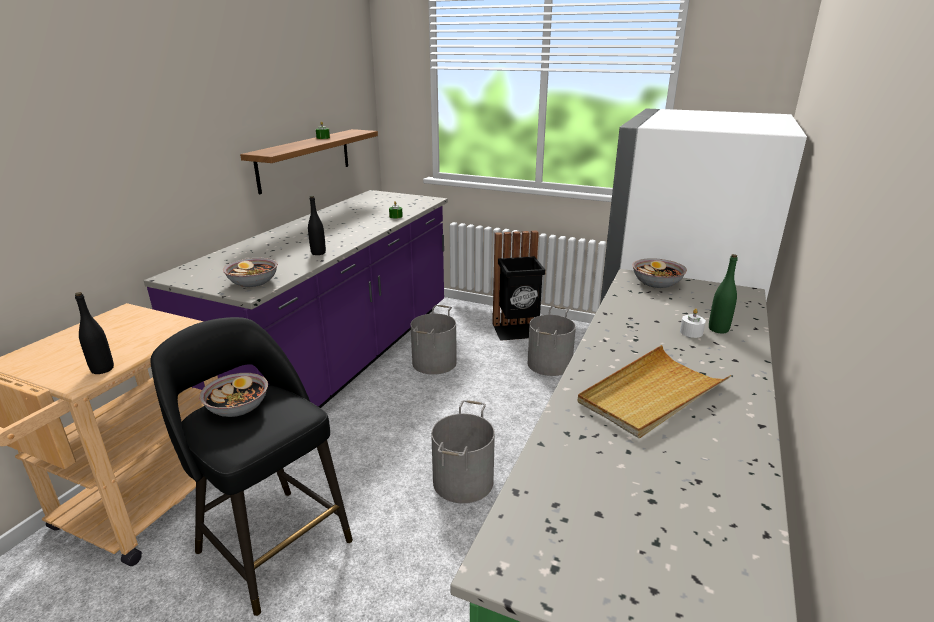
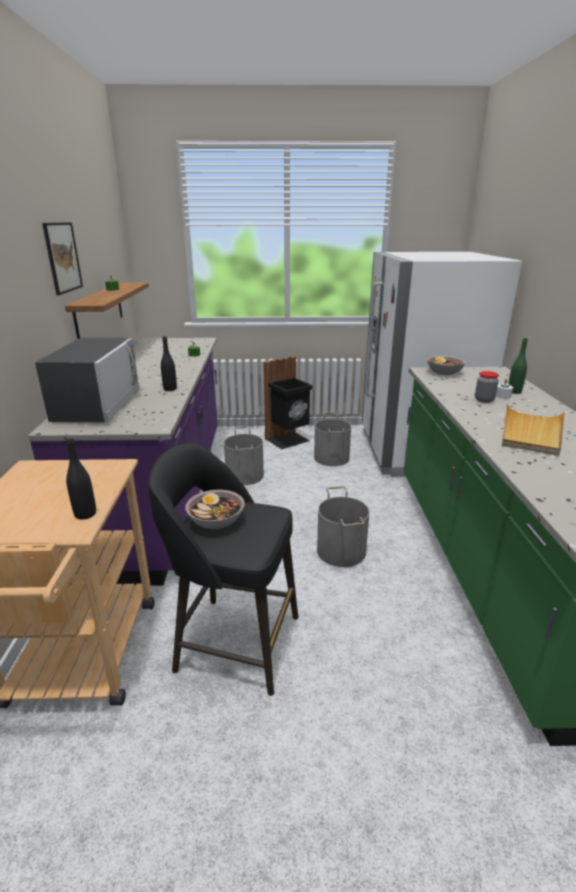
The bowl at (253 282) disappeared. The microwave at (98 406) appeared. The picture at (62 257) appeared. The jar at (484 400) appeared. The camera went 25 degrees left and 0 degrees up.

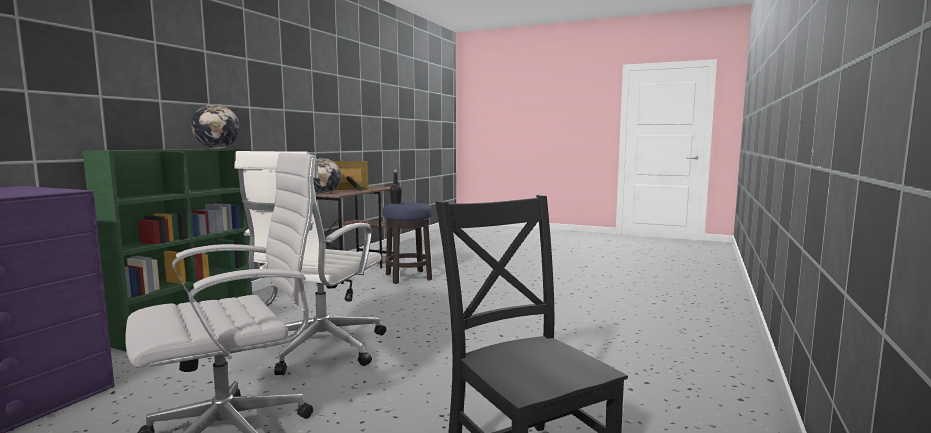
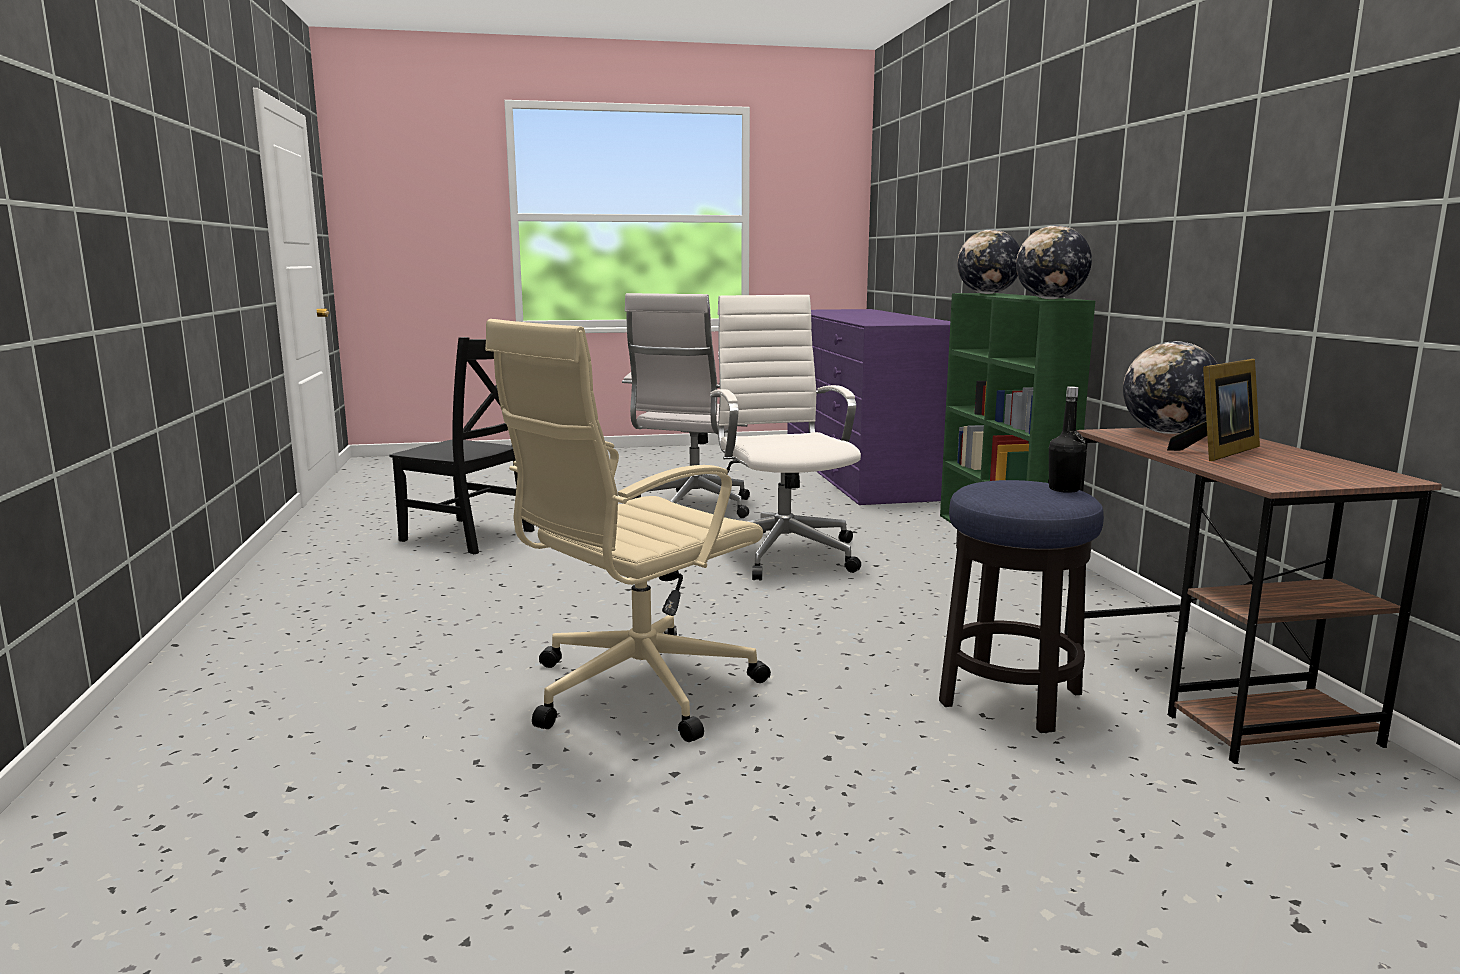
The beige office chair at (634 690) appeared. The globe at (987 293) appeared. The camera went 145 degrees right and 5 degrees up.

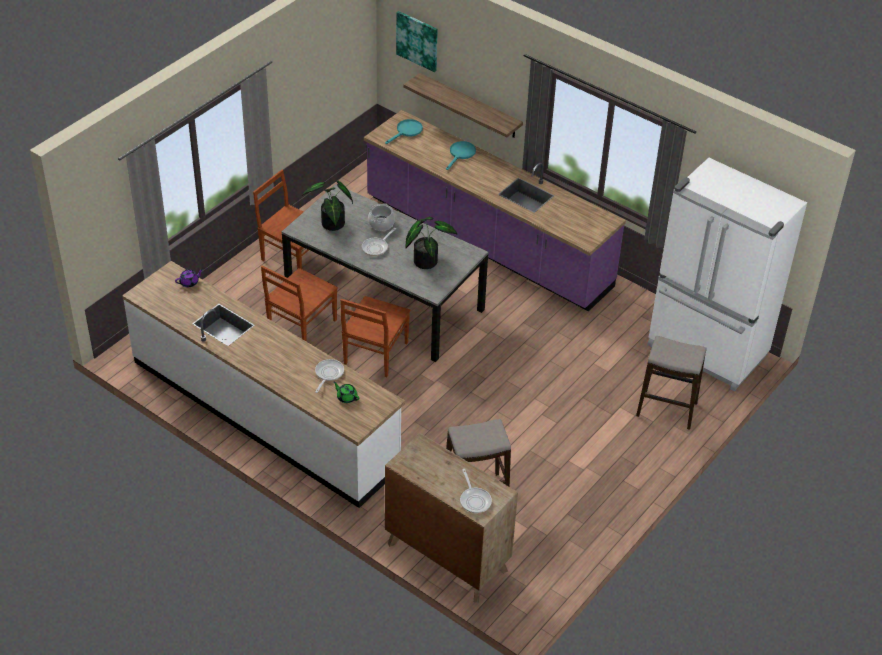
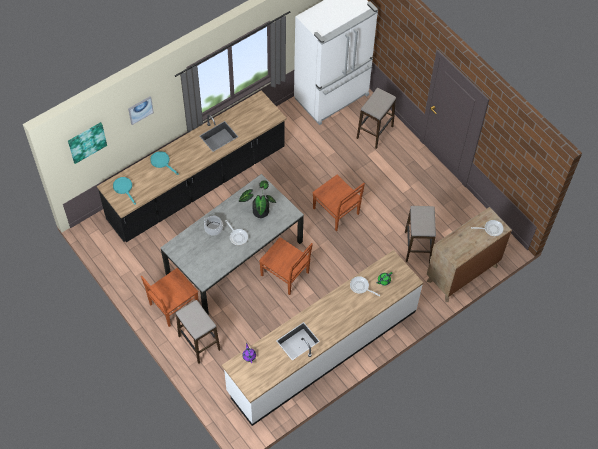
The potted plant at (331 225) disappeared. The shelf at (470 106) disappeared. The picture at (140 110) appeared. The stool at (199 343) appeared. The brown chair moved from (301 326) to (336 212). The purple counter at (487 243) became the black counter at (197 184). The camera went 75 degrees left and 15 degrees up.

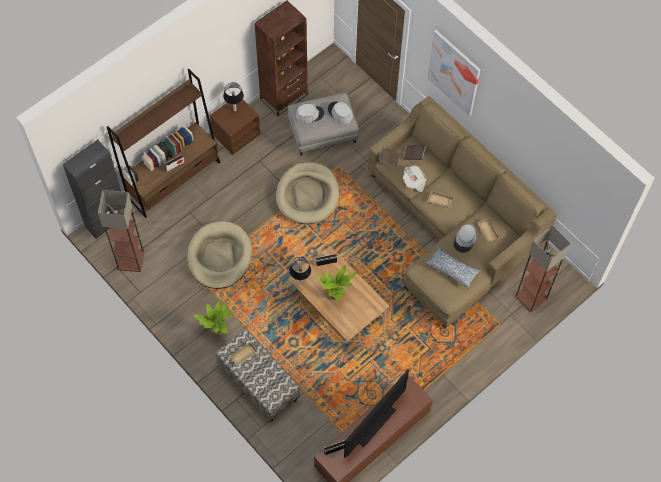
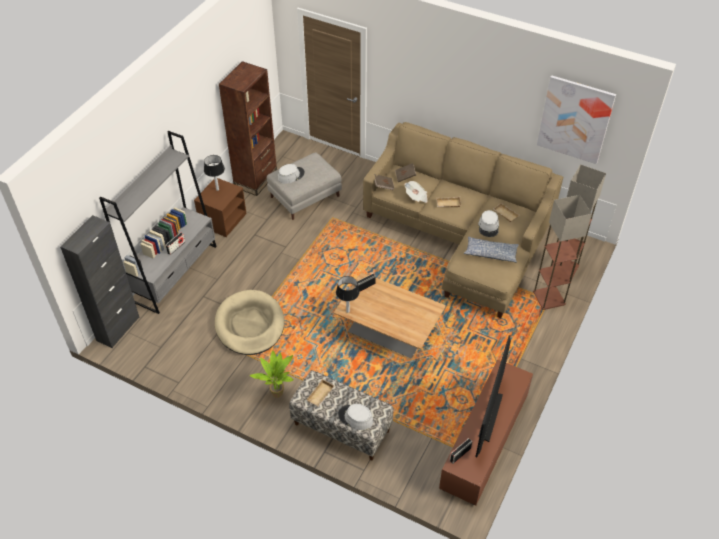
The beige dog bed at (307 195) disappeared. The potted plant at (336 297) disappeared. The floor lamp moved from (131 260) to (549 298). The grey hat moved from (340 113) to (355 418). The picture moved from (454 72) to (575 119). The brown bookcase at (174 179) became the grey bookcase at (175 273). The camera went 20 degrees left and 15 degrees down.

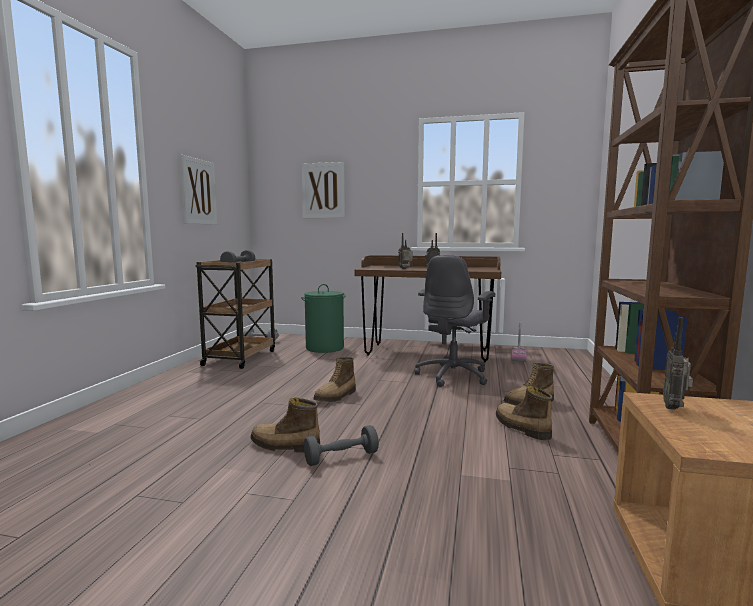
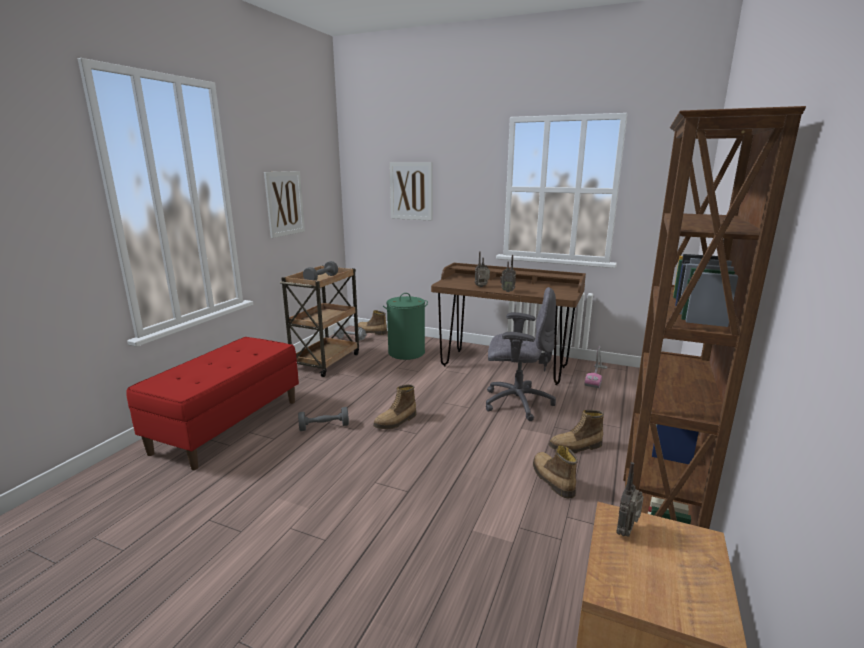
The red bench at (228 425) appeared. The boot moved from (284 446) to (371 332). The grey dumbbell moved from (341 457) to (324 427). The grey office chair at (453 376) turned 120 degrees counterclockwise. The camera went 10 degrees right and 10 degrees up.

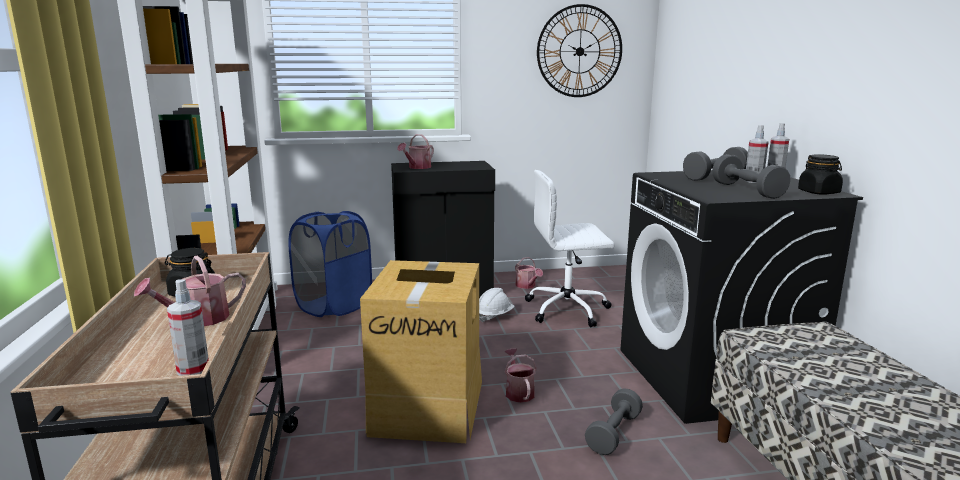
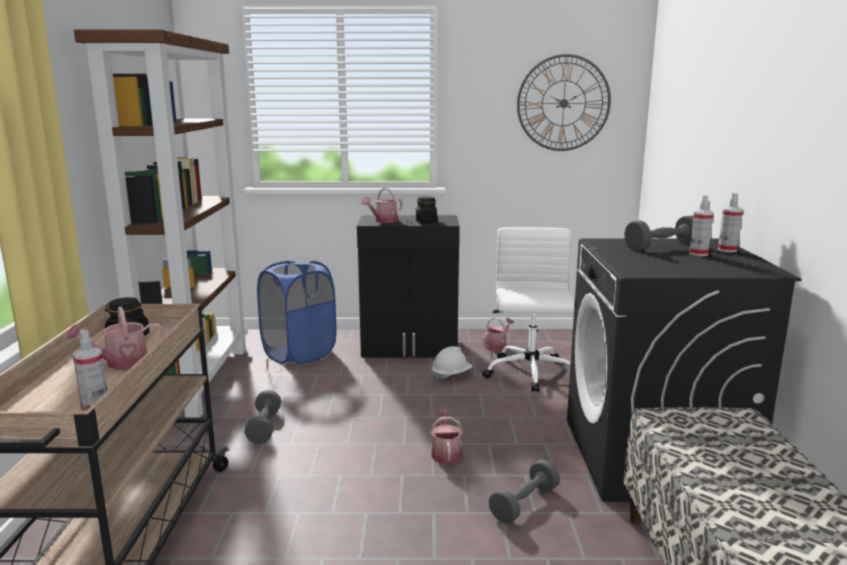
The cardboard box at (429 406) disappeared. The grey dumbbell moved from (747 190) to (264 427). The black jar moved from (819 192) to (426 221). The watering can at (527 286) turned 120 degrees counterclockwise. The white office chair at (568 309) turned 90 degrees clockwise. The camera went 10 degrees right and 0 degrees up.

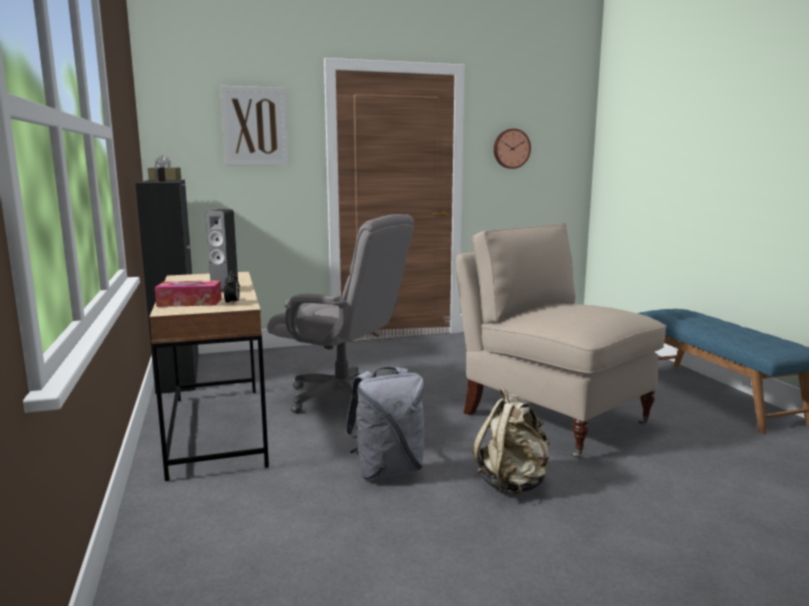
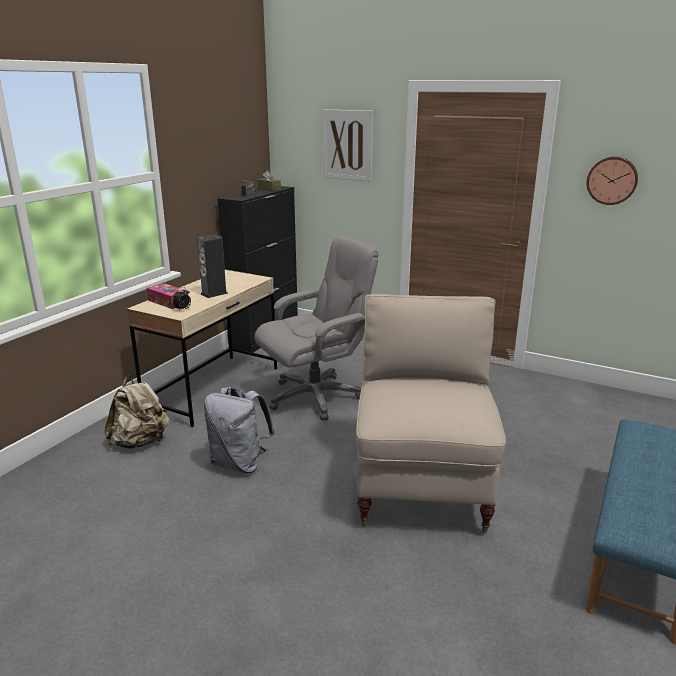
The beige backpack moved from (513 483) to (140 442). The grey office chair at (343 398) turned 105 degrees counterclockwise. The camera went 45 degrees right and 10 degrees up.

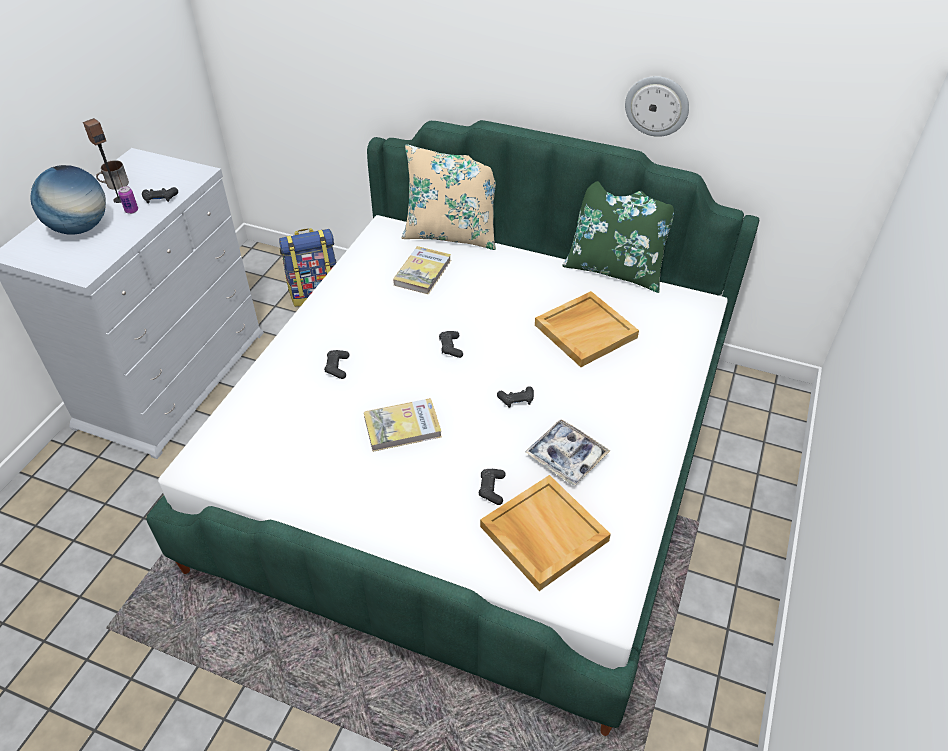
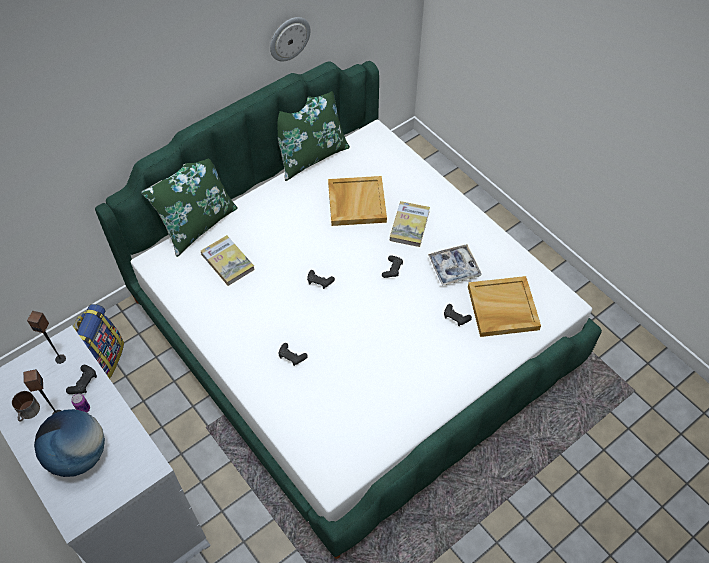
The speaker at (60 358) appeared. The book moved from (402 427) to (409 225). The beige pillow at (451 234) became the green pillow at (198 224). The camera went 60 degrees left and 10 degrees up.

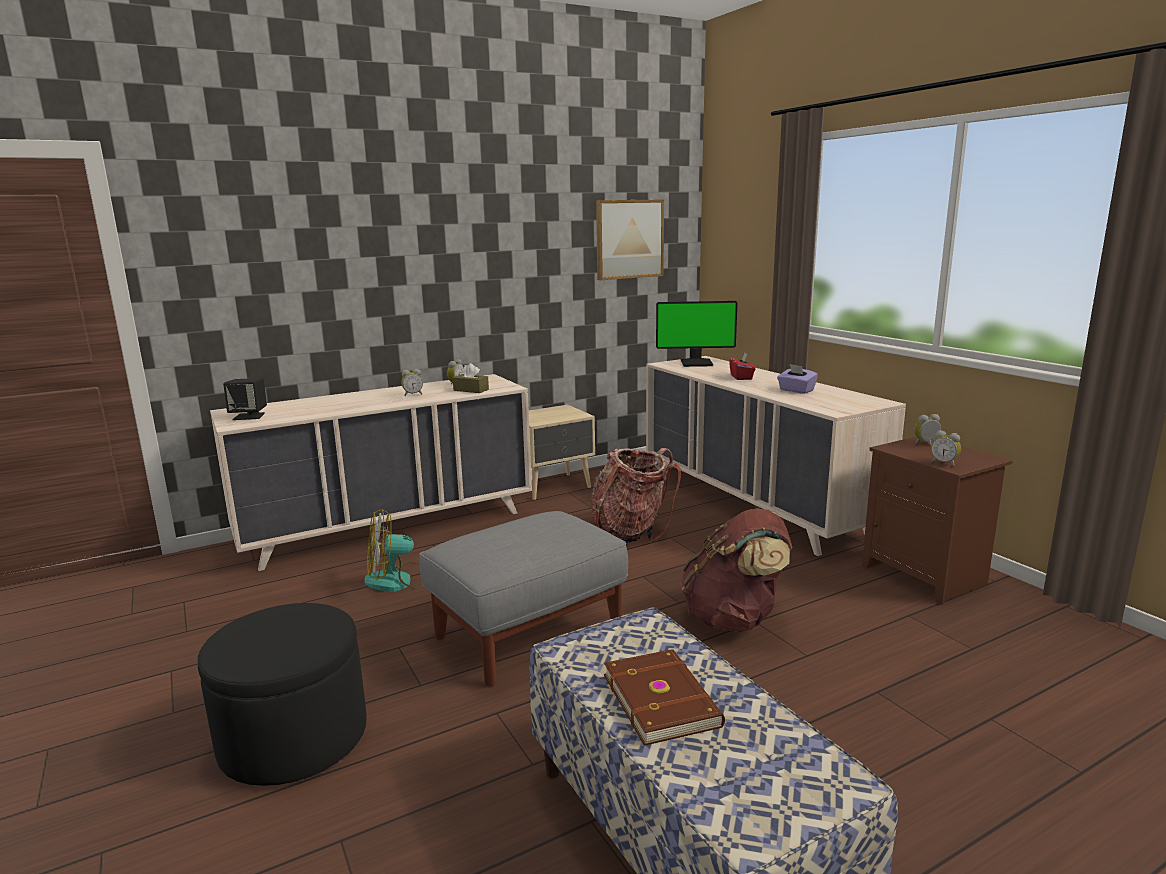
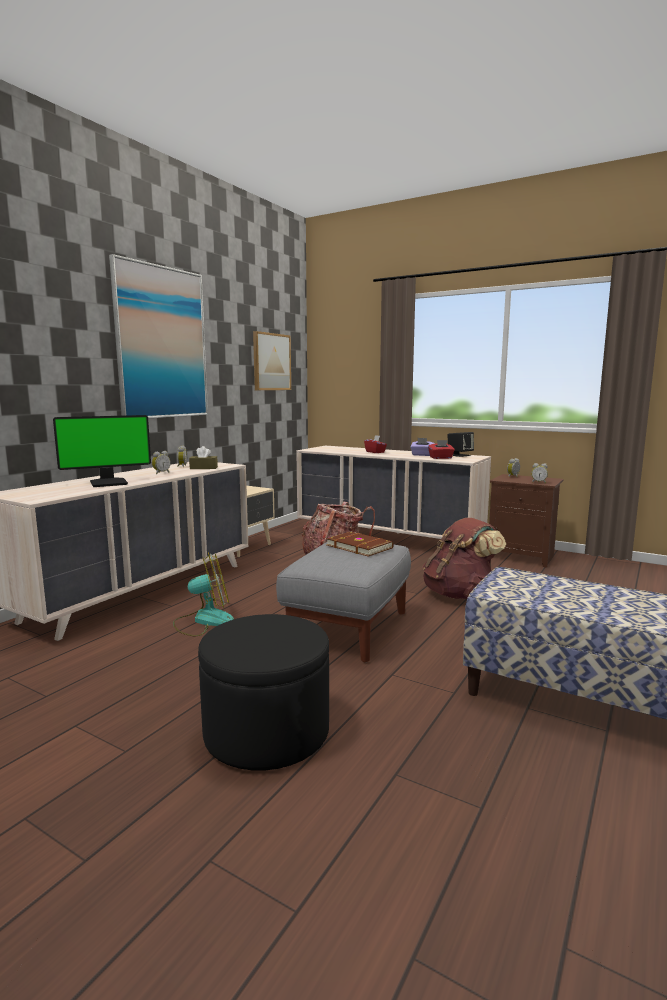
The picture at (162 343) appeared. The red tissue box at (441 458) appeared. The black speaker moved from (249 416) to (459 455). The brown book moved from (662 699) to (359 546). The monitor moved from (697 363) to (109 483). The fan at (399 581) turned 150 degrees counterclockwise. The camera went 30 degrees left and 5 degrees down.

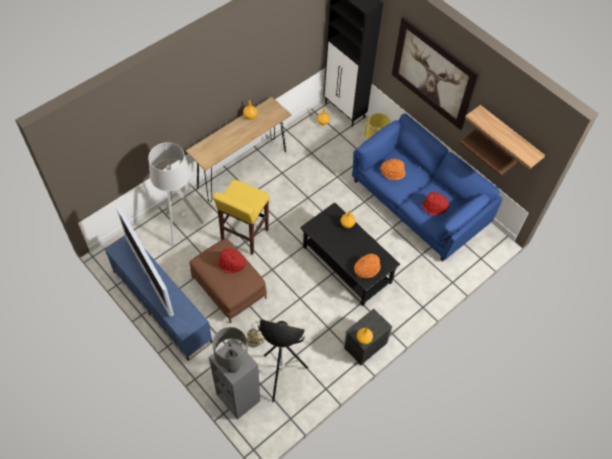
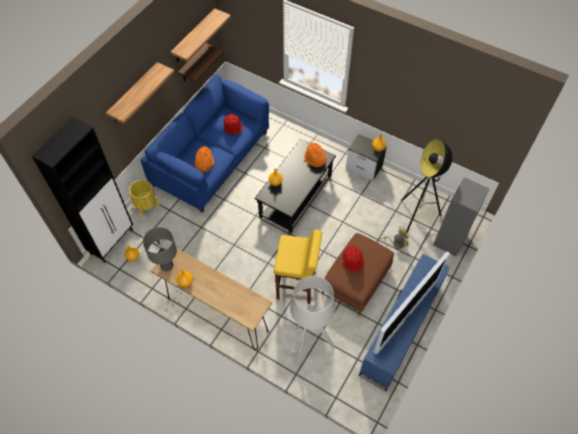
The grey table lamp moved from (233 366) to (167 266). The picture at (433 73) was replaced by the shelf at (134 93). The camera went 105 degrees left and 0 degrees up.

